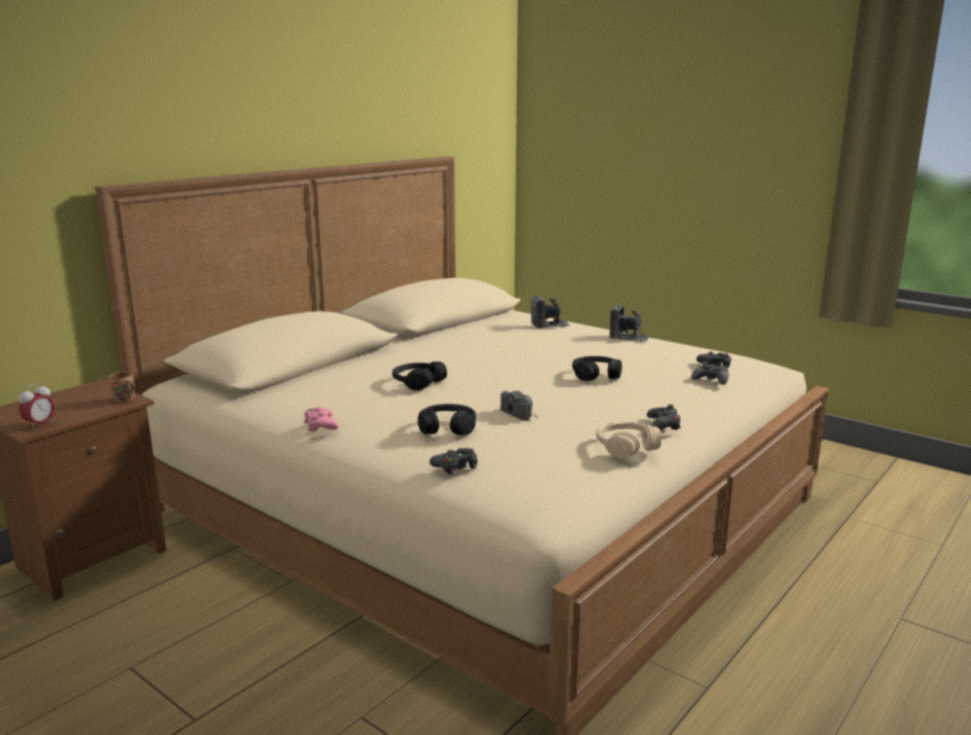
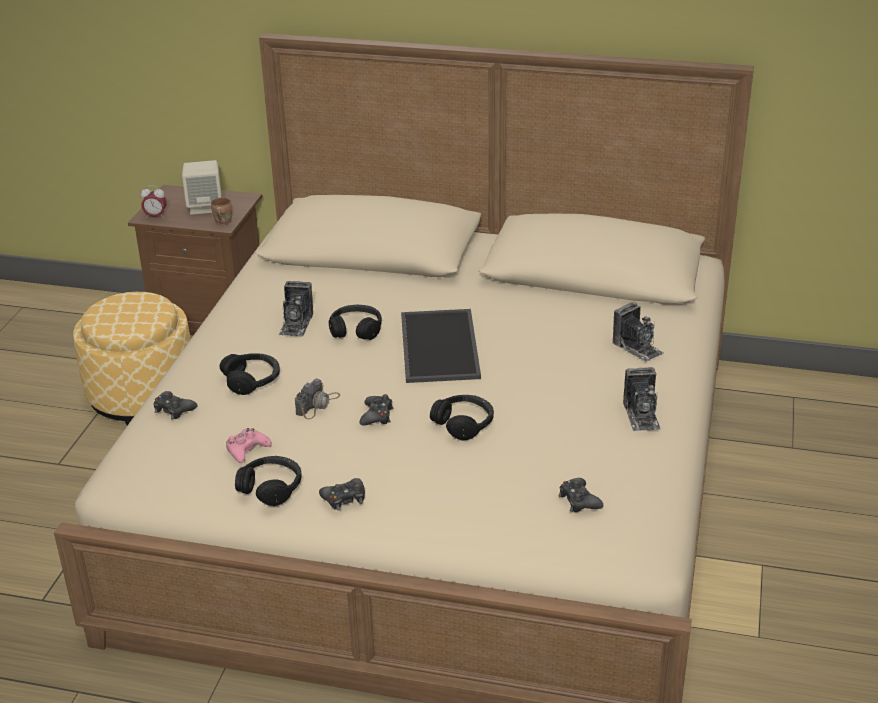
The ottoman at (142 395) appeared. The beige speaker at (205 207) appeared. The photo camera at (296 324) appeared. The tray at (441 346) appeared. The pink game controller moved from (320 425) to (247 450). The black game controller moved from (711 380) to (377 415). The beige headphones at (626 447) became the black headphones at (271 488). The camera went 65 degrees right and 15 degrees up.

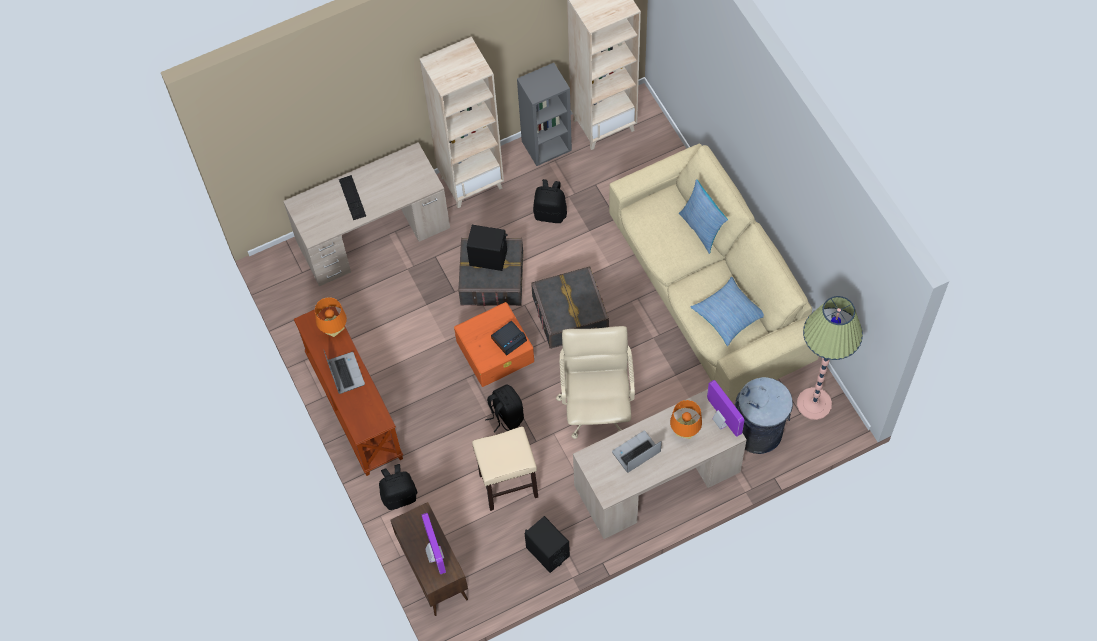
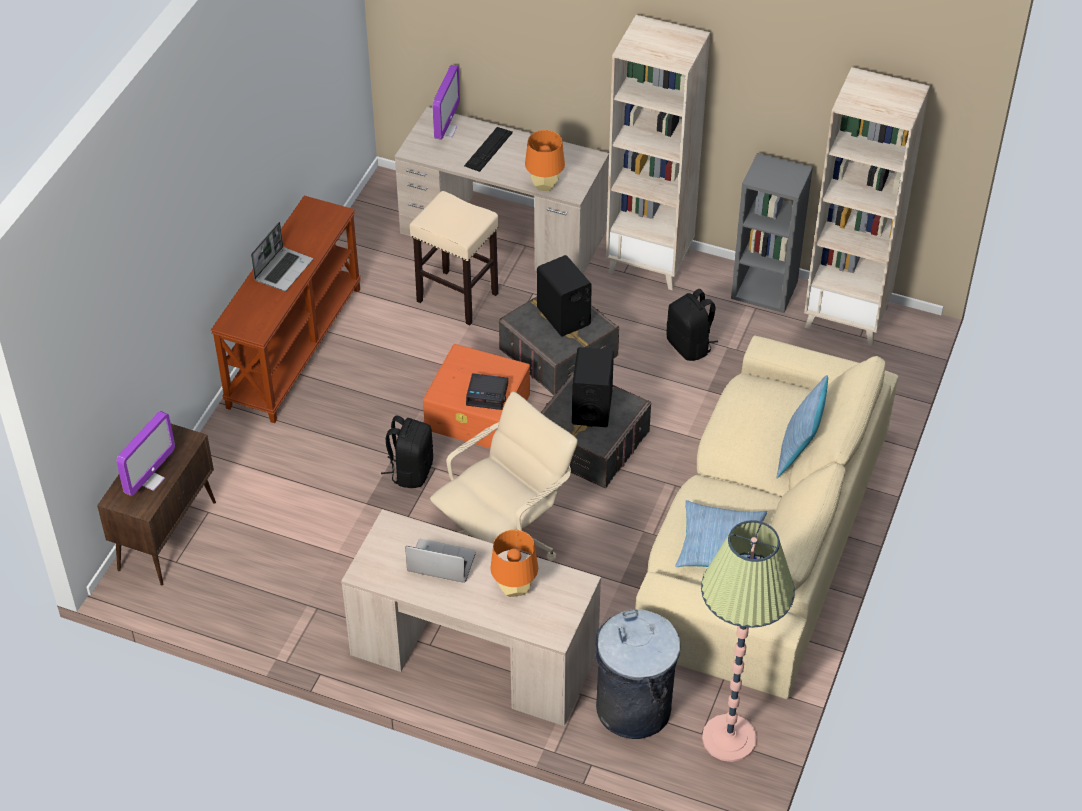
The black backpack at (399 495) disappeared. The orange table lamp moved from (334 329) to (544 185). The beige stool moved from (507 486) to (456 297). The black speaker moved from (547 552) to (592 407). The monitor moved from (722 421) to (445 130). The camera went 45 degrees right and 15 degrees down.

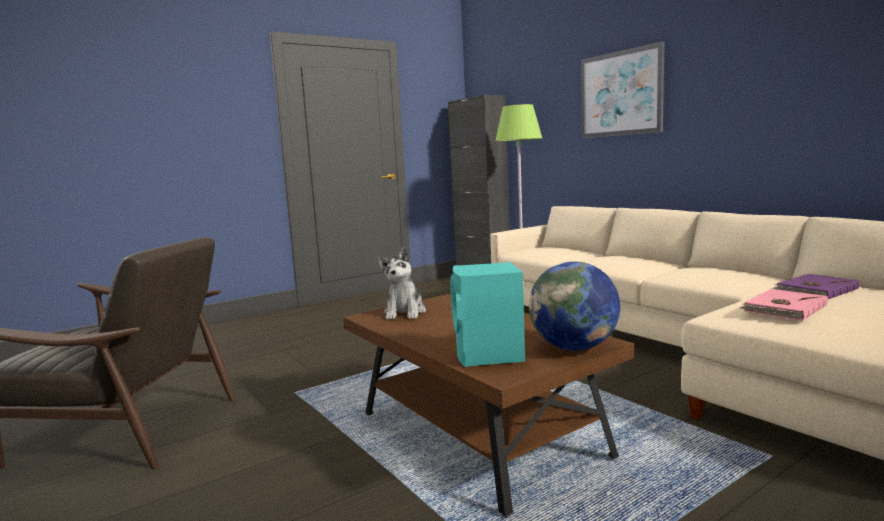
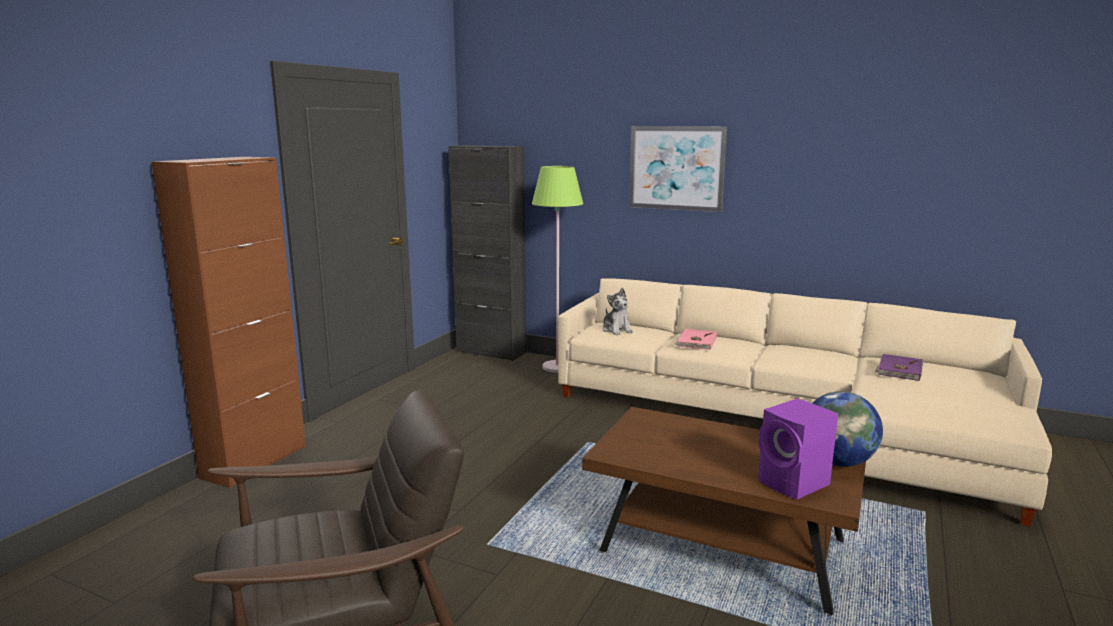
The brown cabinet at (254 462) appeared. The plush toy moved from (405 312) to (616 330). The pink book moved from (783 308) to (696 341). The turquoise speaker at (489 356) became the purple speaker at (795 484). The camera went 30 degrees left and 5 degrees up.

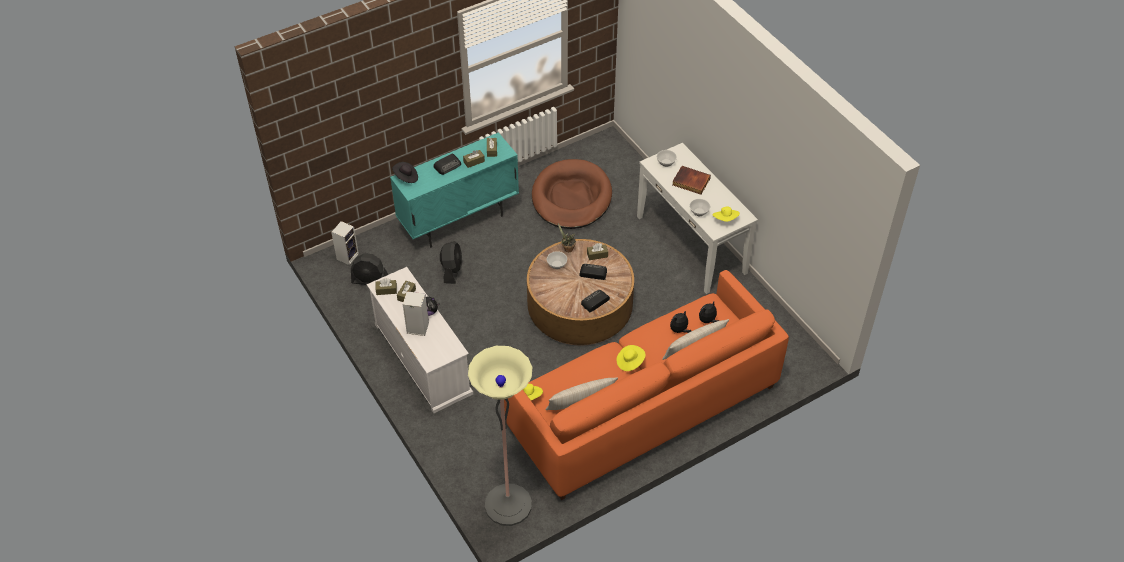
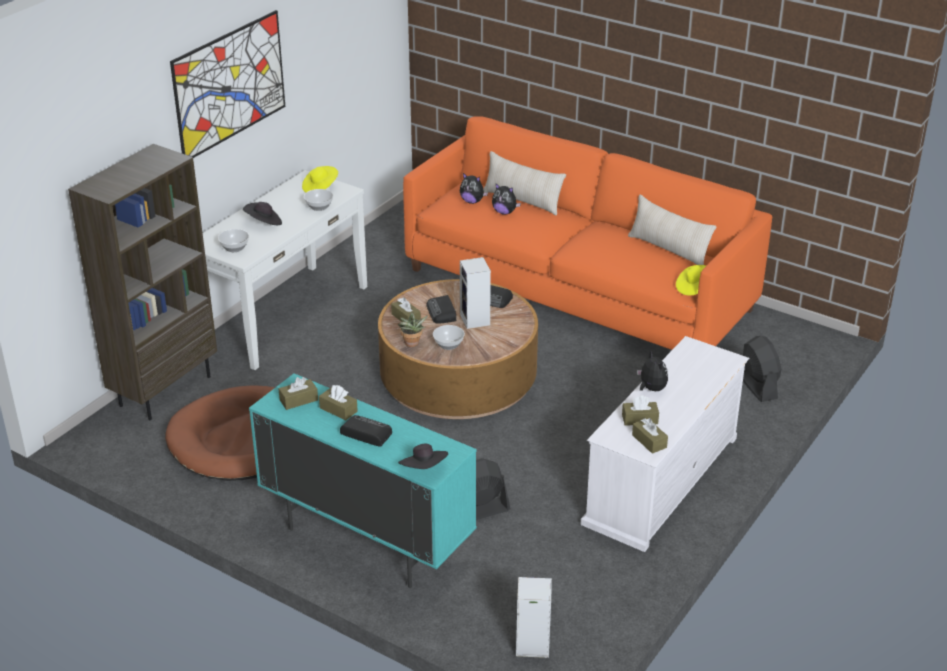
The floor lamp at (508 505) disappeared. The yellow hat at (630 362) disappeared. The brown bookcase at (165 390) appeared. The picture at (230 85) appeared. The black fan moved from (370 280) to (756 385). The speaker moved from (416 328) to (476 320). The book at (690 182) was replaced by the black hat at (264 223). The camera went 115 degrees left and 15 degrees down.

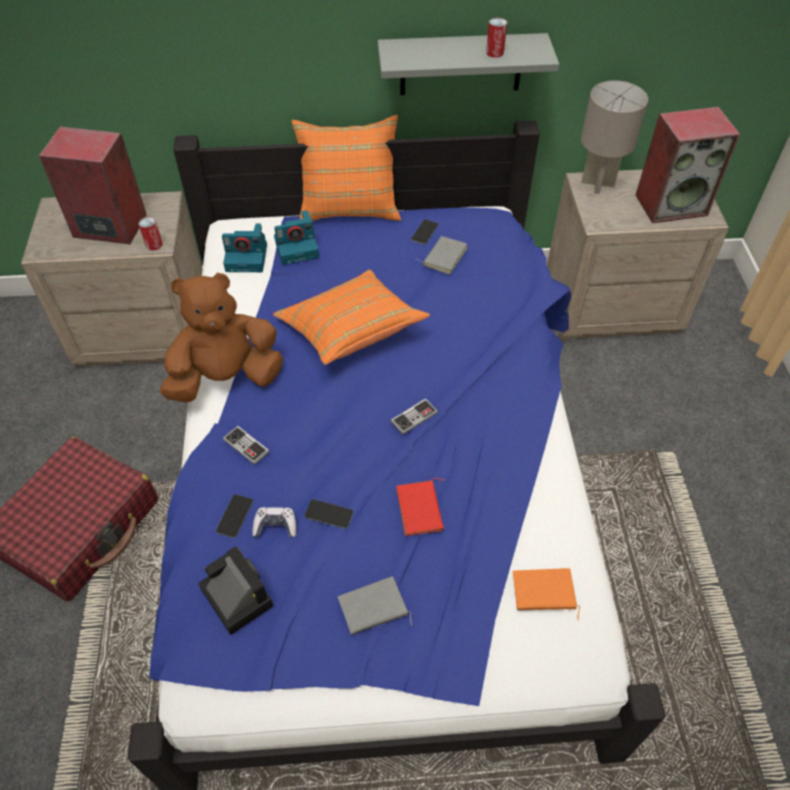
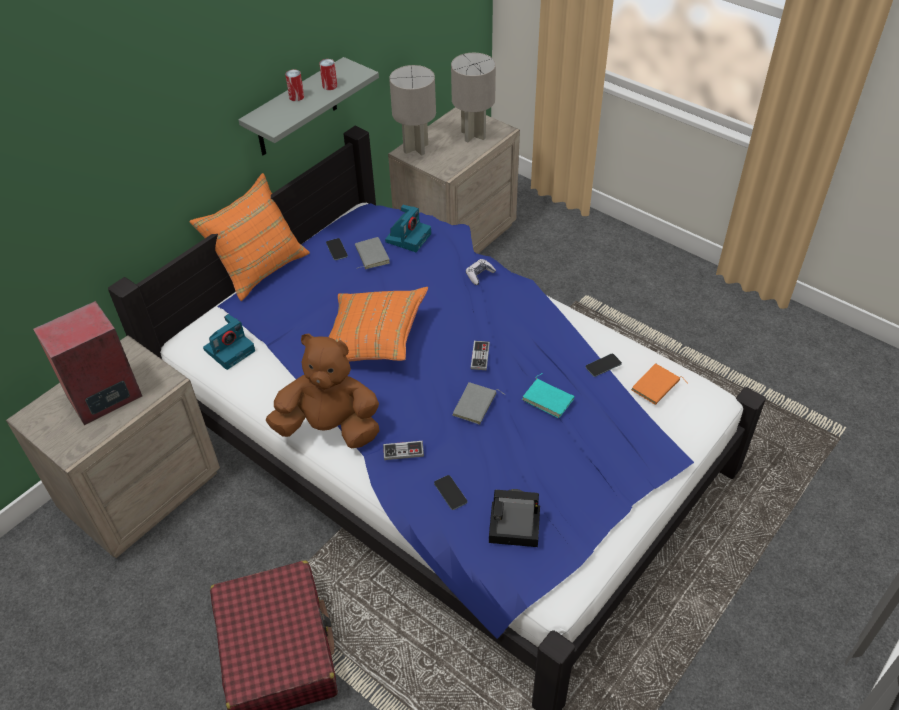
The can moved from (154 244) to (296 97). The game controller moved from (275 526) to (479 275). The photo camera moved from (297 247) to (408 237). The phone moved from (329 514) to (603 365). The grey book moved from (373 609) to (476 406). The speaker at (671 204) was replaced by the grey table lamp at (473 135). The red book at (421 509) became the turquoise book at (549 399). The brown plush toy at (226 378) turned 75 degrees clockwise. The camera went 45 degrees left and 5 degrees down.

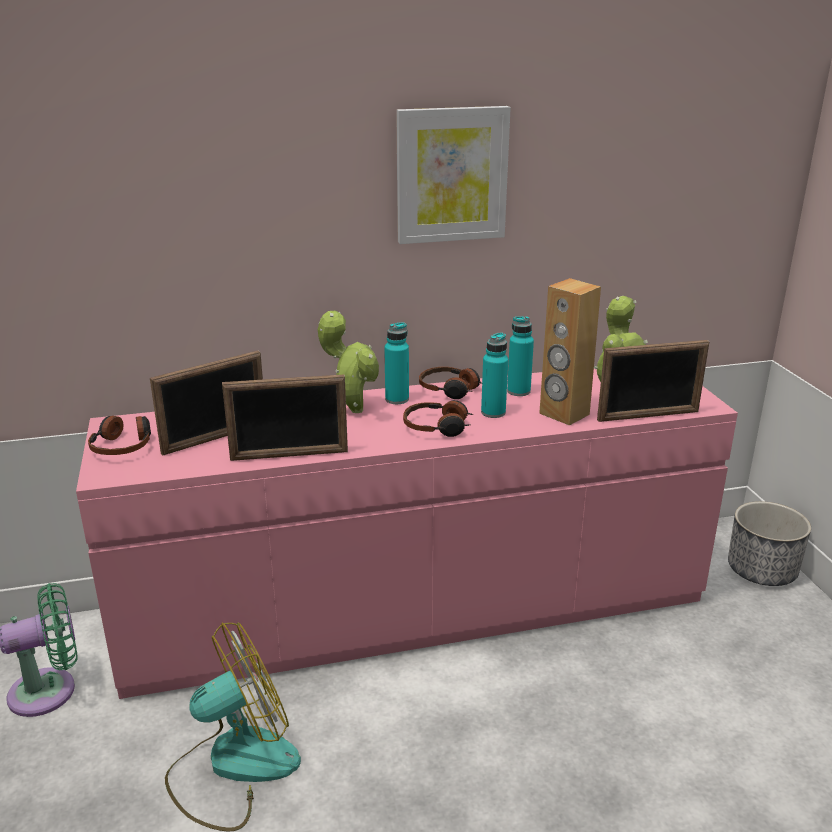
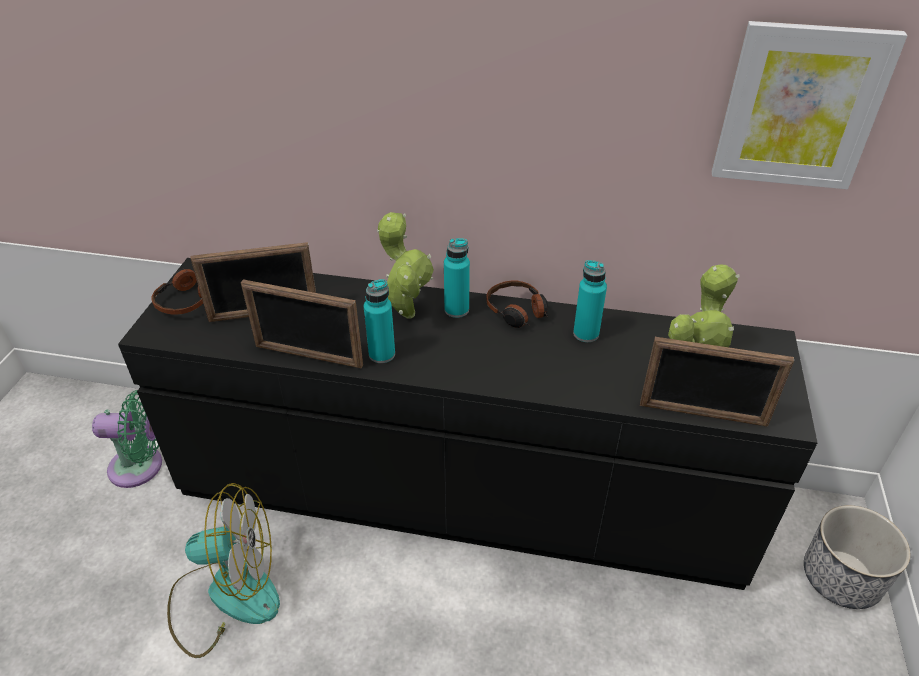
The headphones at (437 427) disappeared. The brown speaker at (564 414) disappeared. The picture moved from (451 175) to (800 107). The turquoise bottle moved from (493 412) to (382 354). The pink dresser at (415 607) became the black dresser at (459 491). The camera went 25 degrees right and 15 degrees up.

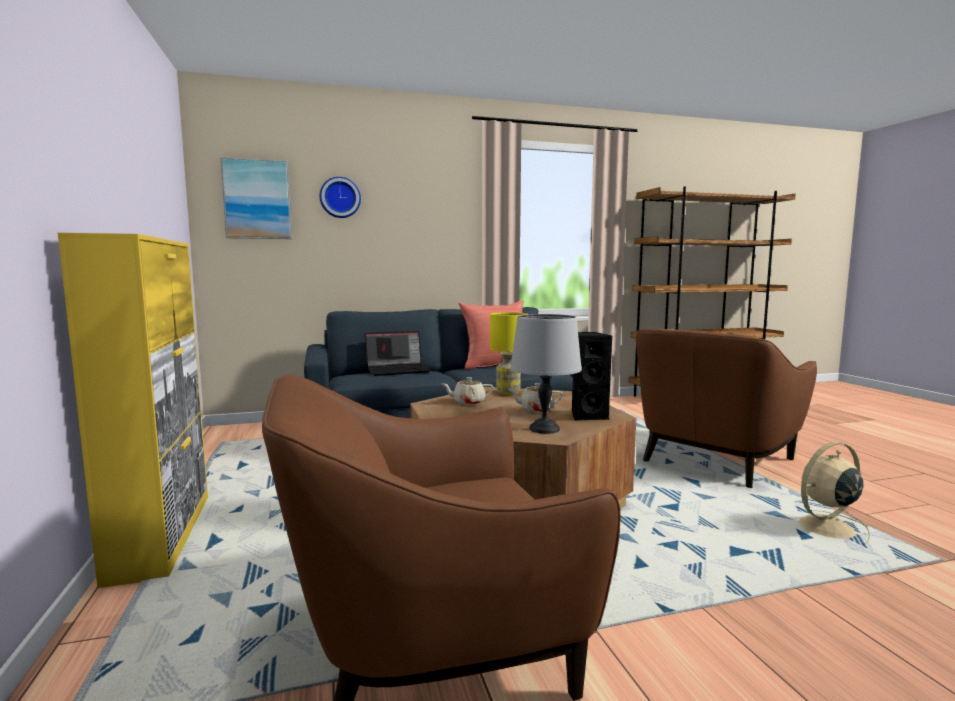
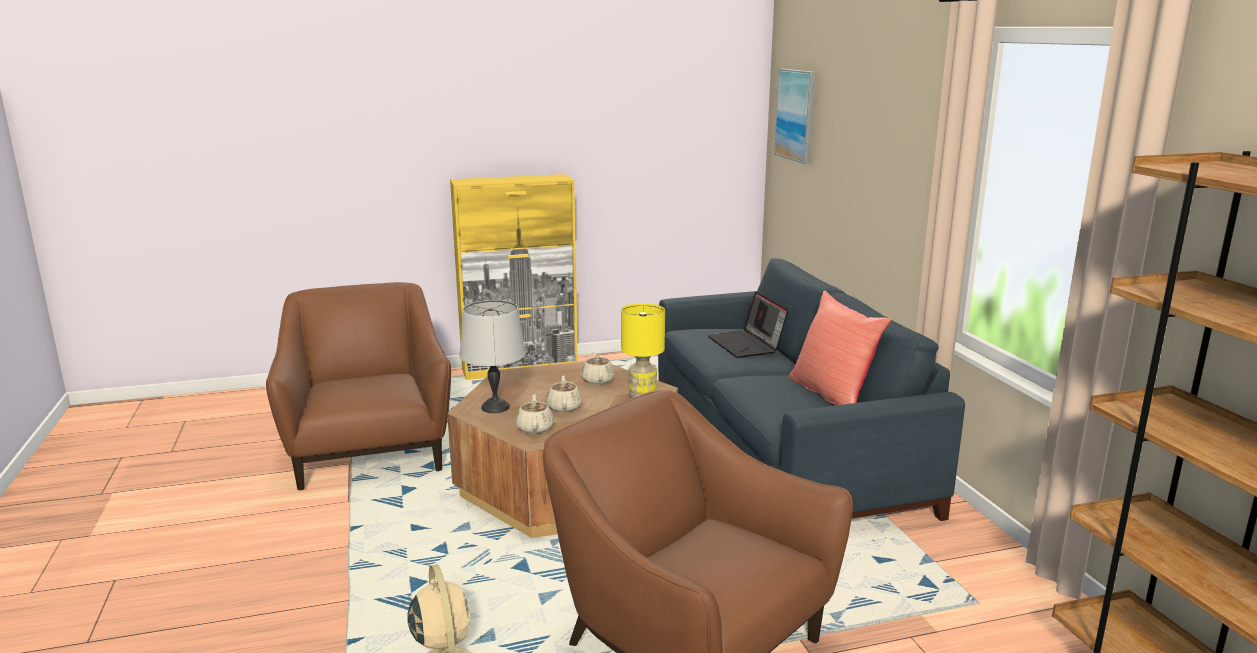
The wall clock at (340 198) disappeared. The black speaker at (587 416) was replaced by the beige teapot at (535 428). The camera went 90 degrees right and 10 degrees up.

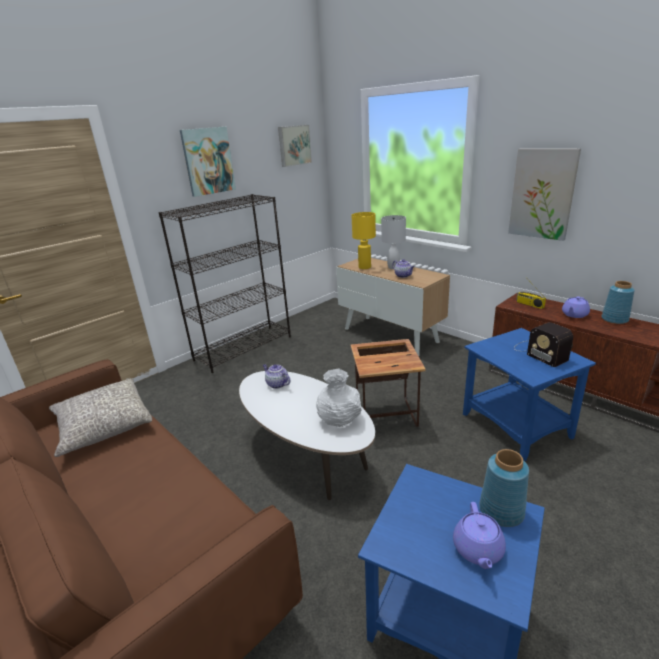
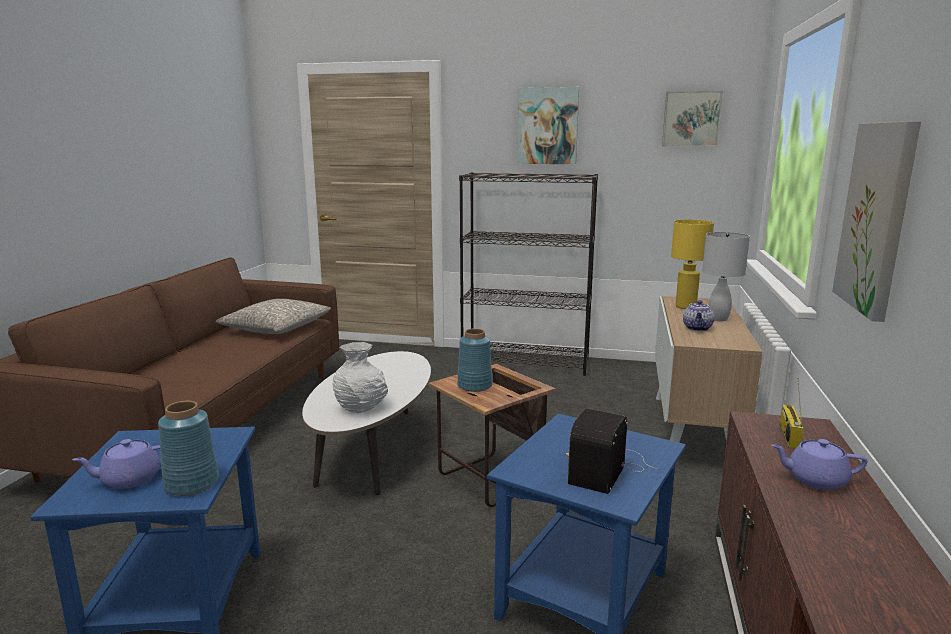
The teapot at (277 384) disappeared. The blue vase moved from (614 319) to (475 386). The camera went 55 degrees right and 10 degrees down.

